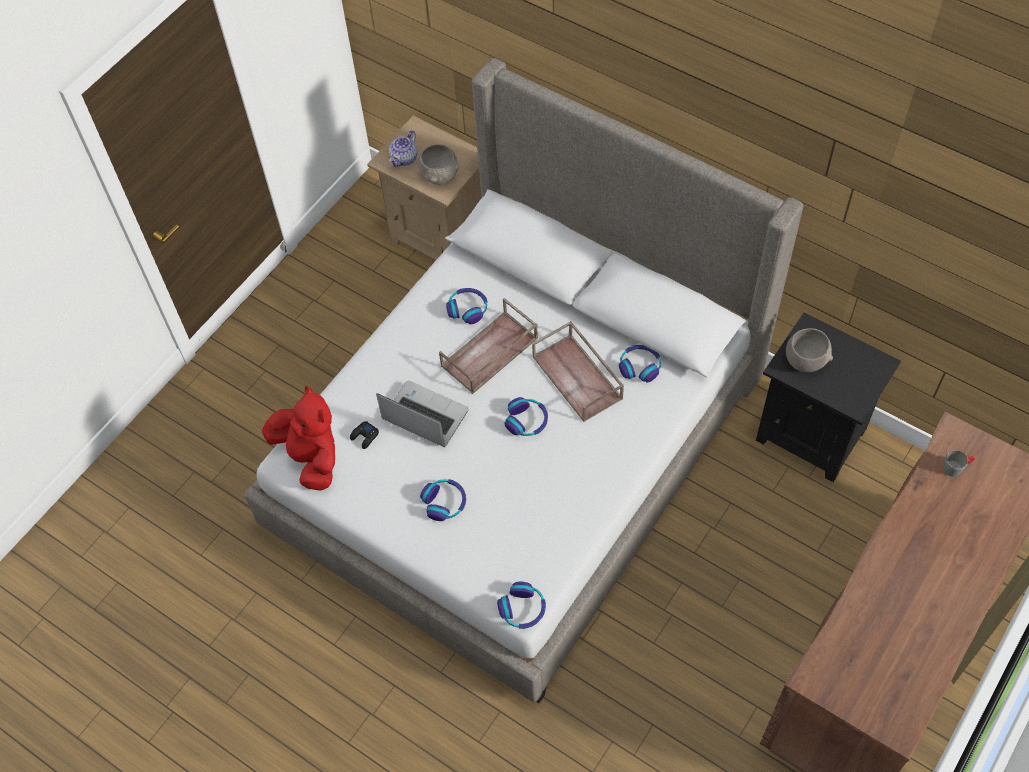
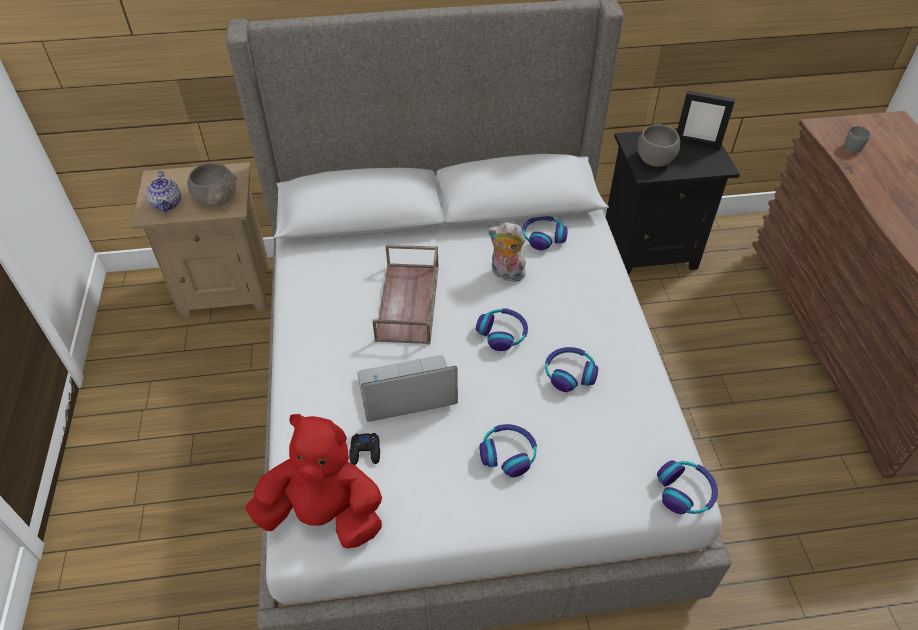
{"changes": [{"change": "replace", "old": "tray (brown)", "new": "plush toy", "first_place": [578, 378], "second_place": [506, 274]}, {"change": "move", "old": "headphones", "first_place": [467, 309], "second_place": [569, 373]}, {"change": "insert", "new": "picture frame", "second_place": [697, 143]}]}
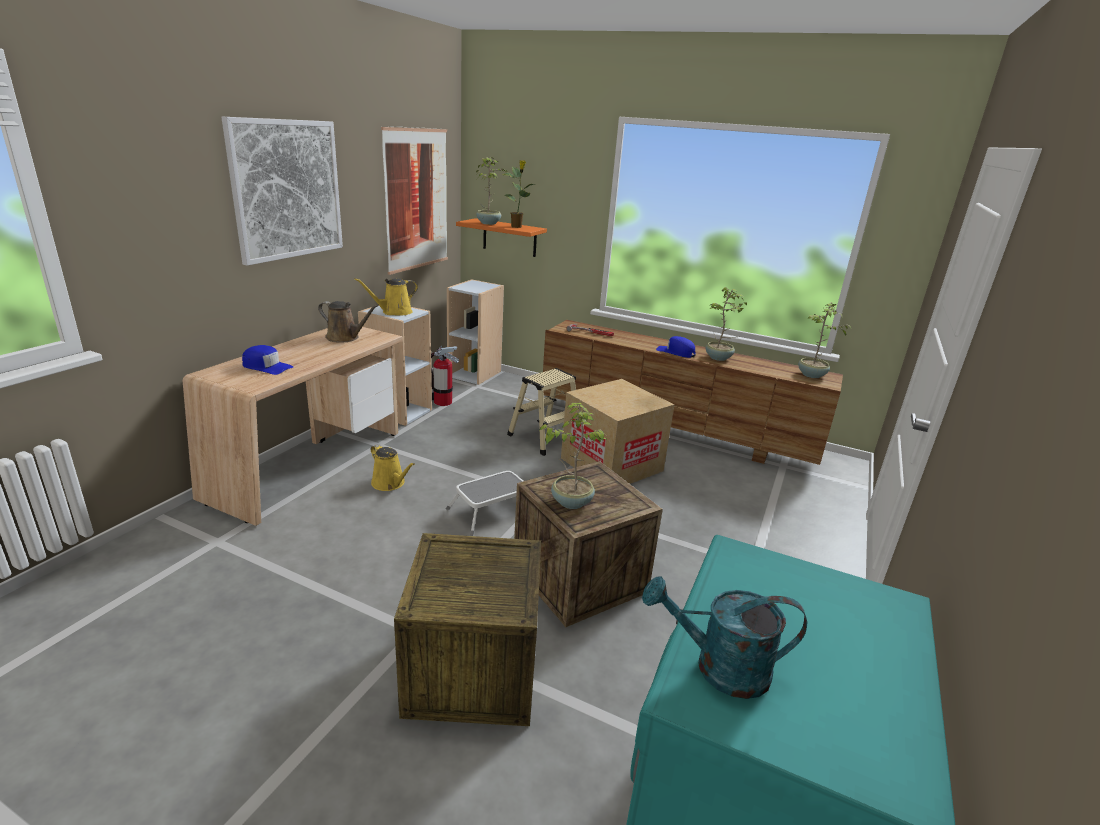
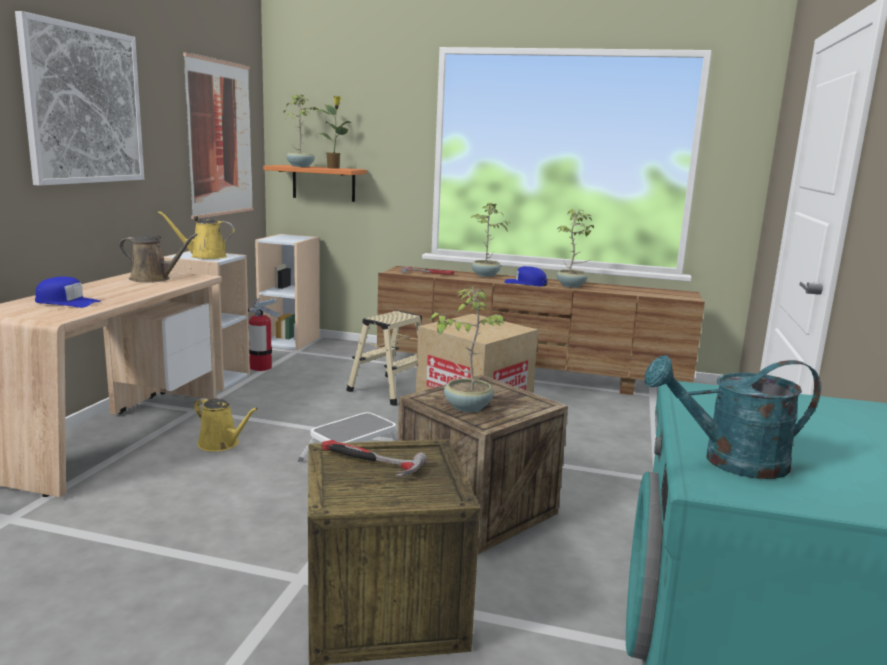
{"changes": [{"change": "rotate", "old": "watering can (yellow)", "first_place": [394, 312], "second_place": [204, 256], "degrees": 45}, {"change": "insert", "new": "hammer", "second_place": [368, 461]}, {"change": "move", "old": "potted plant", "first_place": [811, 375], "second_place": [485, 275]}]}
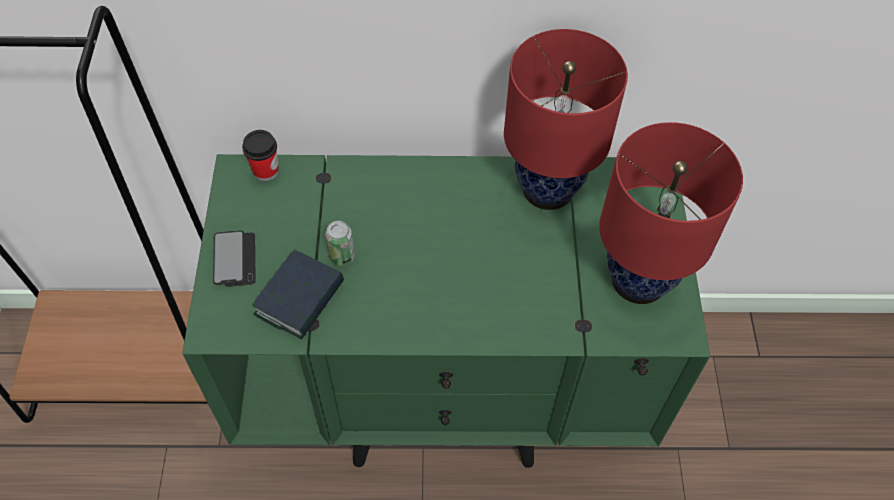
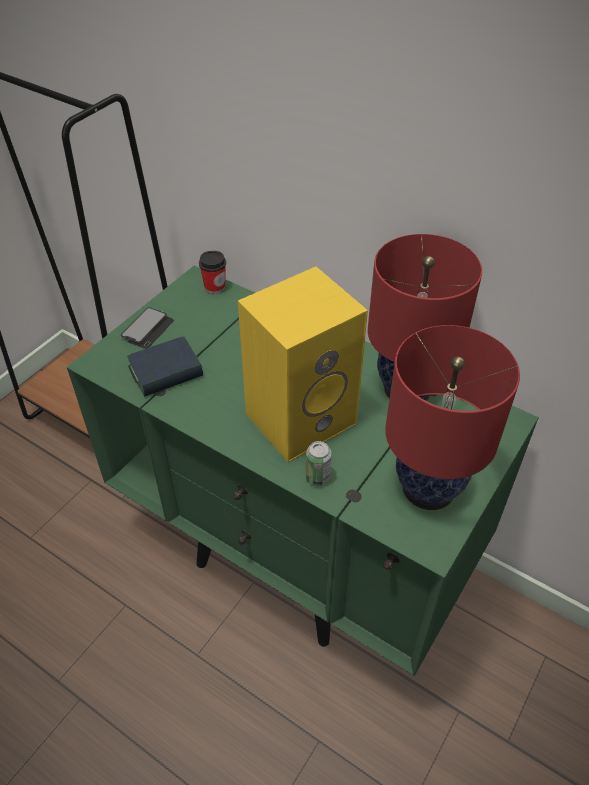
{"changes": [{"change": "insert", "new": "speaker (yellow)", "second_place": [301, 416]}, {"change": "move", "old": "can", "first_place": [342, 256], "second_place": [317, 478]}]}
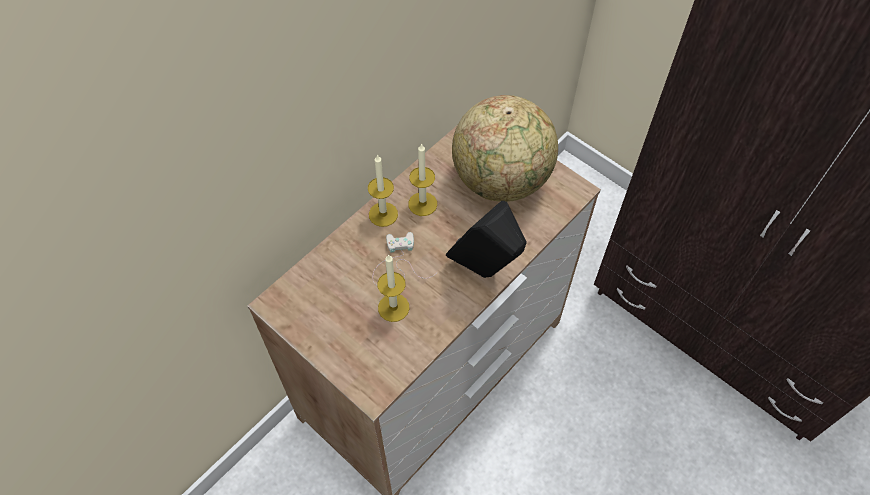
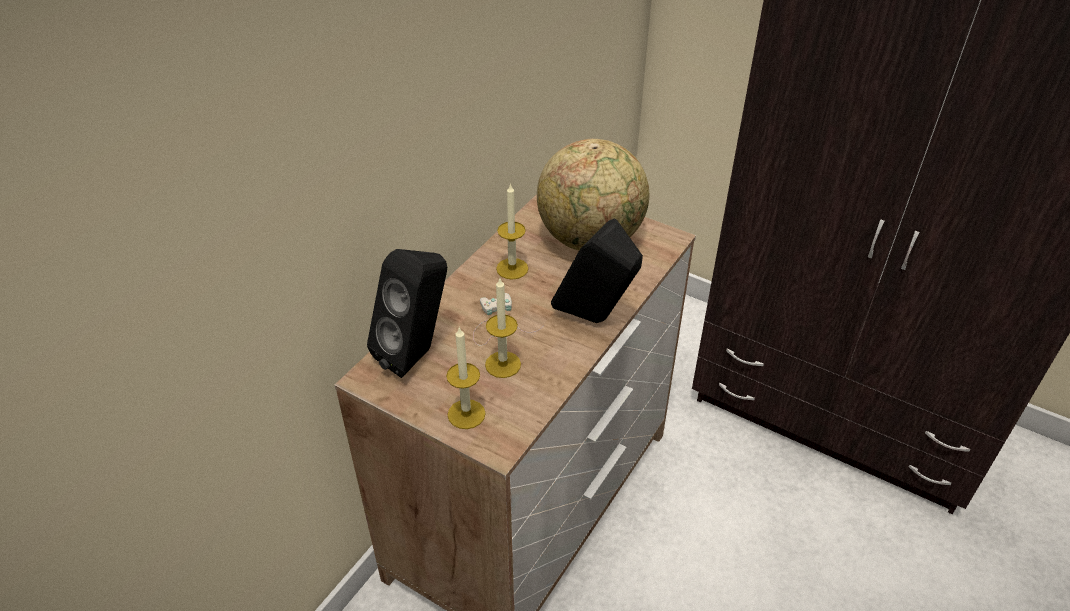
{"changes": [{"change": "insert", "new": "speaker (black)", "second_place": [417, 353]}, {"change": "move", "old": "candle", "first_place": [383, 214], "second_place": [466, 414]}]}
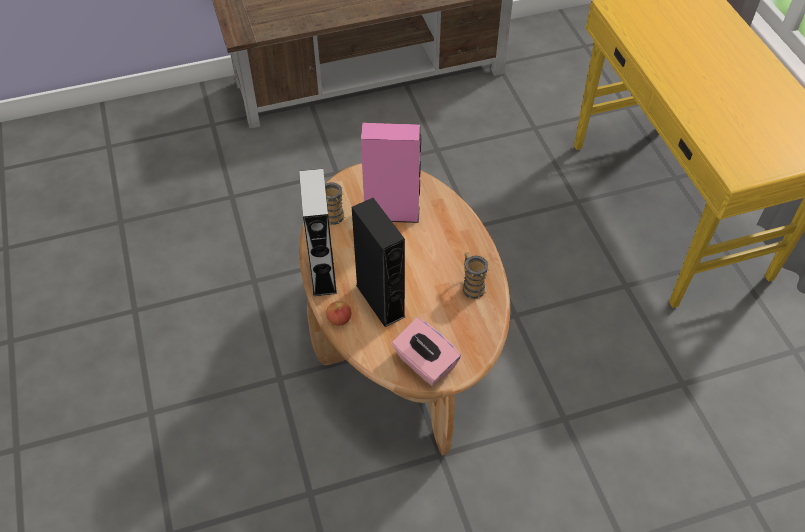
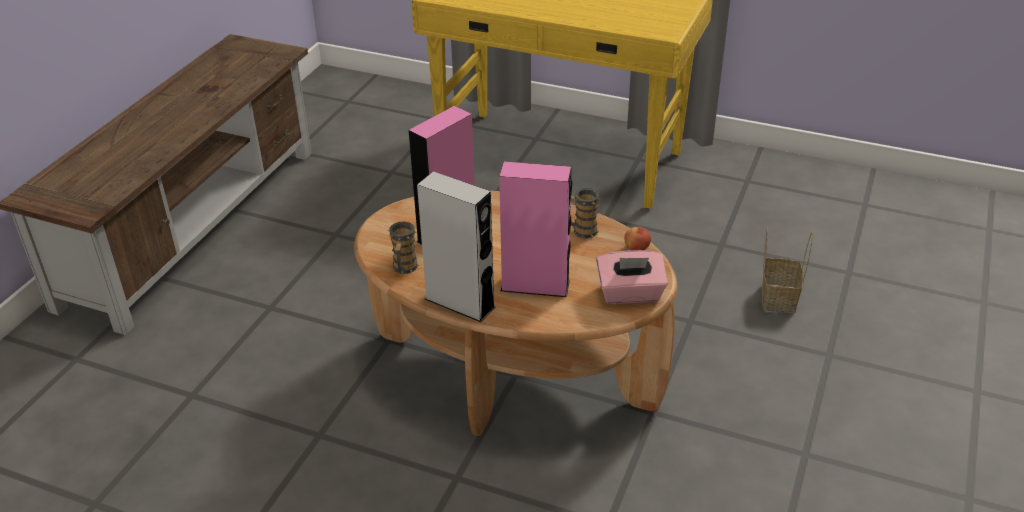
{"changes": [{"change": "recolor", "old": "speaker (black)", "new": "speaker (pink)", "first_place": [380, 301], "second_place": [535, 285]}, {"change": "move", "old": "apple", "first_place": [339, 319], "second_place": [637, 248]}, {"change": "insert", "new": "basket", "second_place": [777, 297]}]}
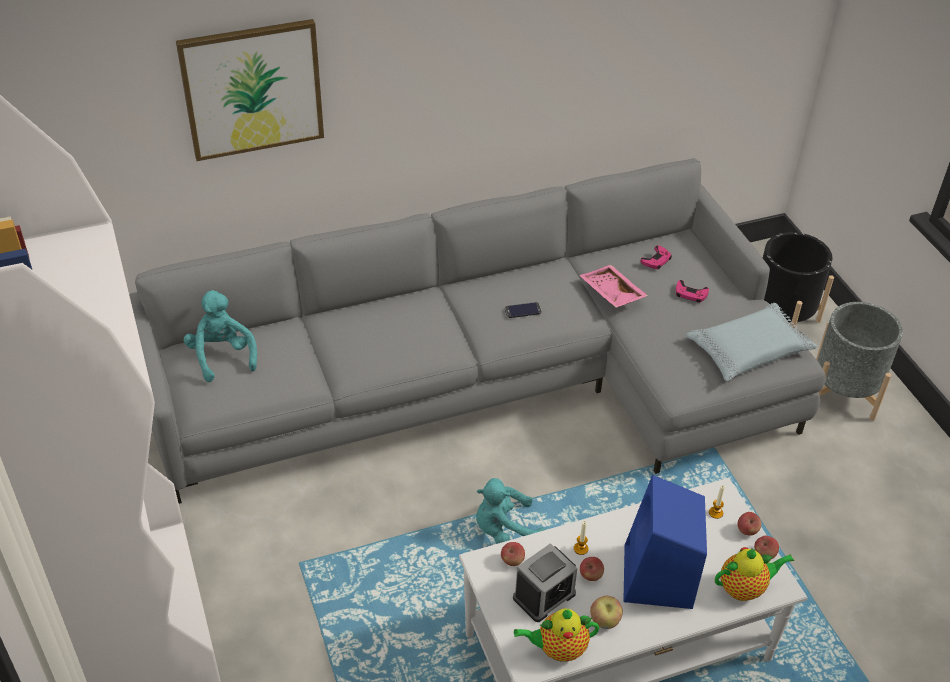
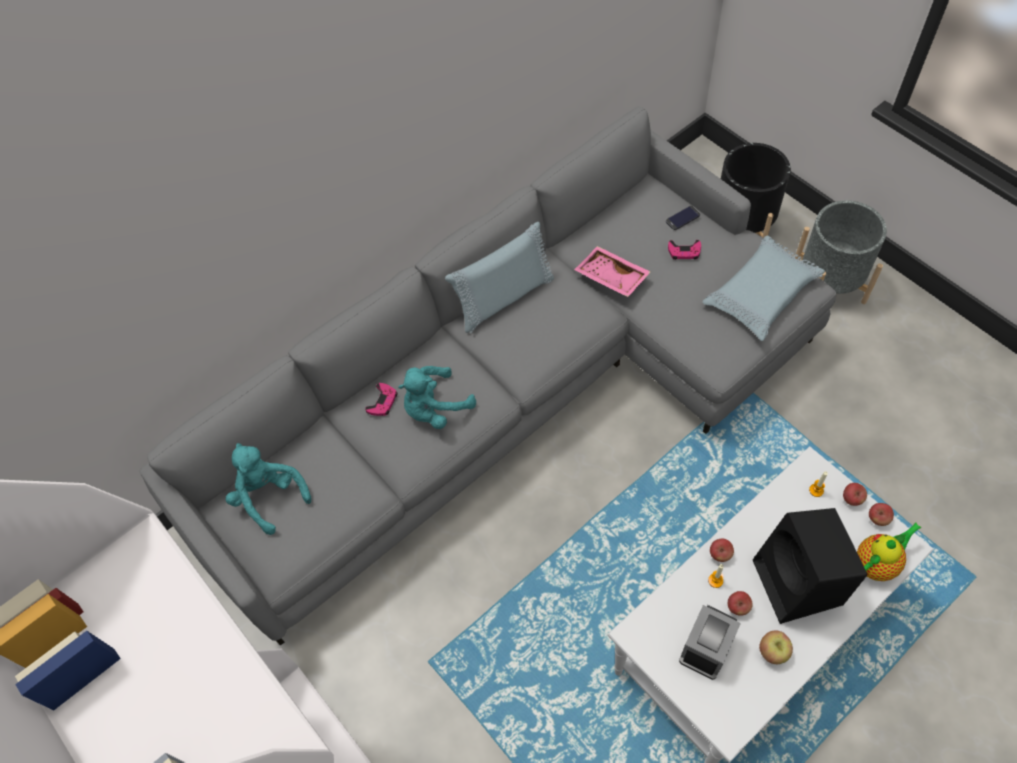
{"changes": [{"change": "move", "old": "game controller (pink)", "first_place": [656, 260], "second_place": [382, 402]}, {"change": "move", "old": "plush toy (turquoise)", "first_place": [504, 530], "second_place": [435, 408]}, {"change": "insert", "new": "pillow (blue)", "second_place": [504, 298]}, {"change": "move", "old": "phone", "first_place": [523, 310], "second_place": [682, 218]}, {"change": "move", "old": "apple", "first_place": [512, 561], "second_place": [720, 554]}, {"change": "recolor", "old": "speaker (blue)", "new": "speaker (black)", "first_place": [658, 578], "second_place": [799, 584]}, {"change": "delete", "old": "picture", "first_place": [252, 89]}, {"change": "delete", "old": "teapot", "first_place": [558, 649]}]}
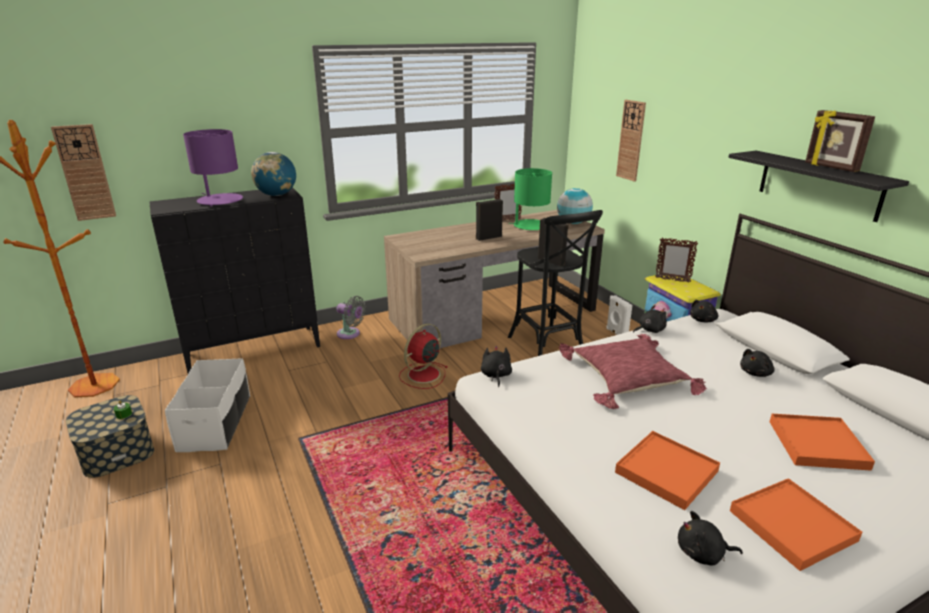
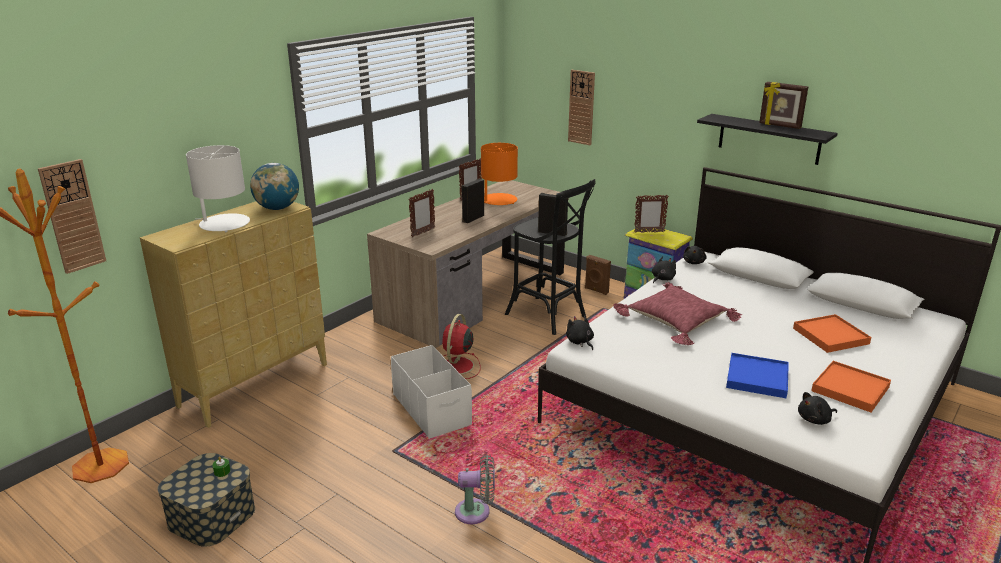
{"changes": [{"change": "recolor", "old": "dresser (black)", "new": "dresser (beige)", "first_place": [254, 350], "second_place": [257, 385]}, {"change": "recolor", "old": "table lamp (purple)", "new": "table lamp (white)", "first_place": [220, 200], "second_place": [224, 224]}, {"change": "move", "old": "storage box (white)", "first_place": [216, 422], "second_place": [432, 409]}, {"change": "insert", "new": "picture frame", "second_place": [423, 233]}, {"change": "move", "old": "fan (grey)", "first_place": [350, 334], "second_place": [476, 512]}, {"change": "recolor", "old": "table lamp (green)", "new": "table lamp (orange)", "first_place": [530, 226], "second_place": [499, 200]}, {"change": "recolor", "old": "speaker (white)", "new": "speaker (brown)", "first_place": [616, 333], "second_place": [596, 290]}, {"change": "recolor", "old": "tray (orange)", "new": "tray (blue)", "first_place": [666, 472], "second_place": [757, 378]}, {"change": "delete", "old": "globe", "first_place": [573, 223]}, {"change": "delete", "old": "plush toy (black)", "first_place": [756, 373]}]}
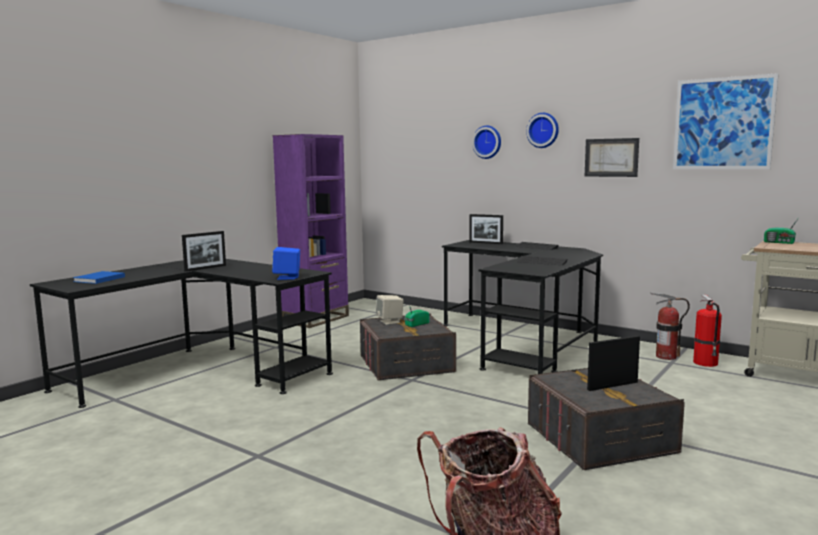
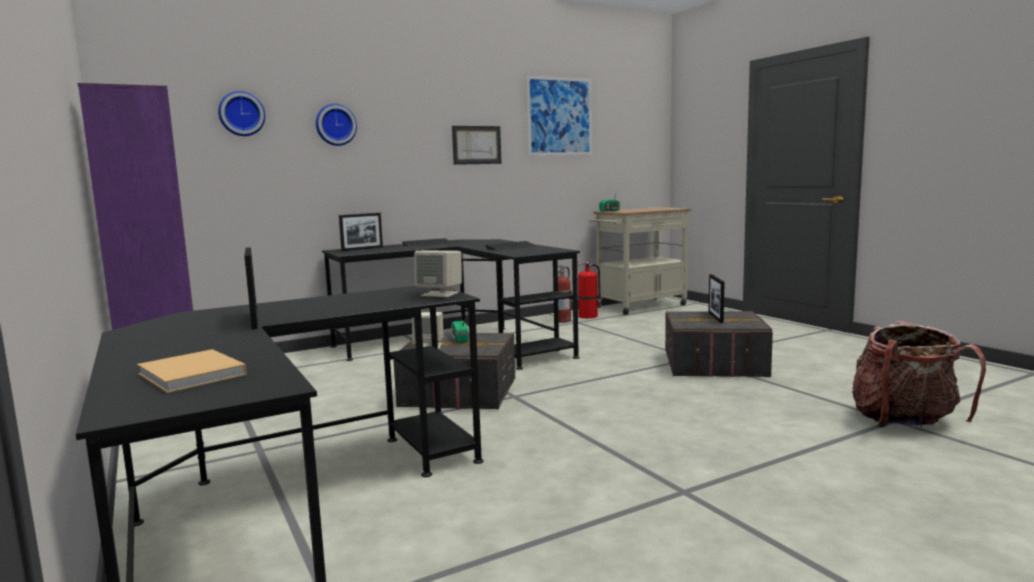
{"changes": [{"change": "recolor", "old": "book (blue)", "new": "book (beige)", "first_place": [98, 279], "second_place": [193, 375]}, {"change": "move", "old": "wall clock", "first_place": [543, 130], "second_place": [241, 114]}, {"change": "recolor", "old": "speaker (blue)", "new": "speaker (beige)", "first_place": [287, 277], "second_place": [440, 294]}]}
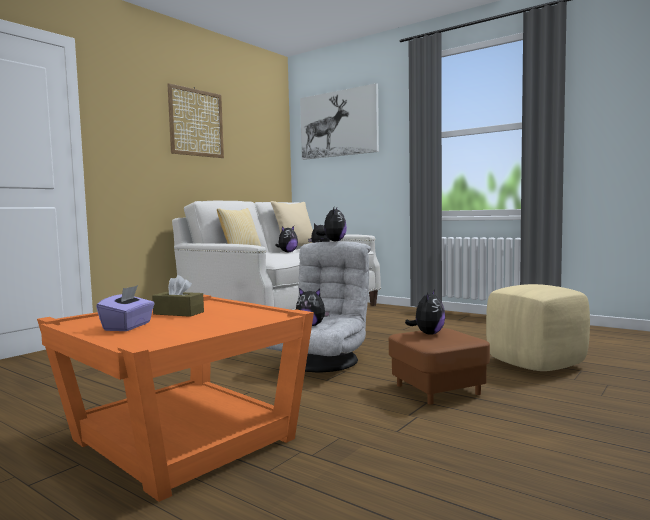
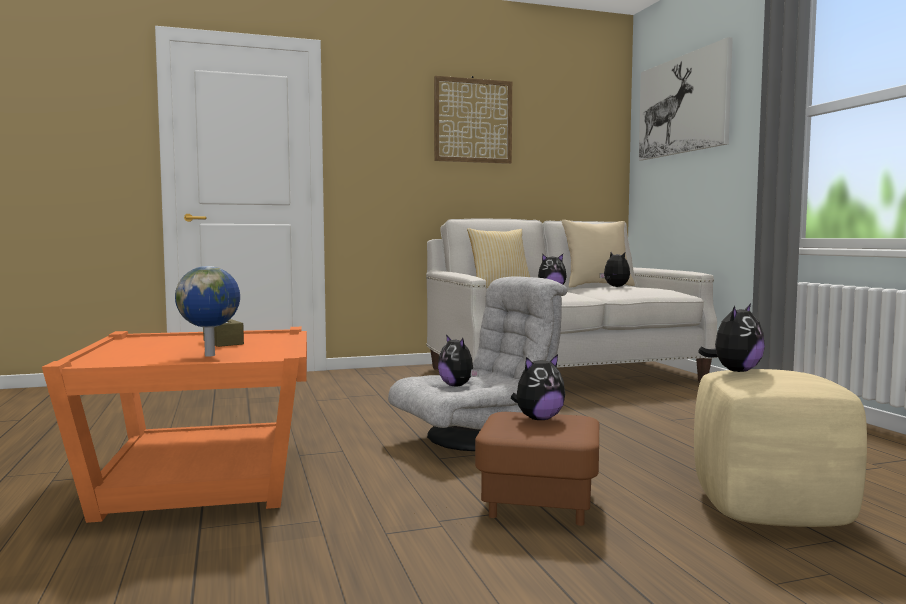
{"changes": [{"change": "insert", "new": "globe", "second_place": [211, 355]}, {"change": "move", "old": "plush toy", "first_place": [333, 241], "second_place": [734, 371]}, {"change": "delete", "old": "tissue box (purple)", "first_place": [128, 327]}]}
